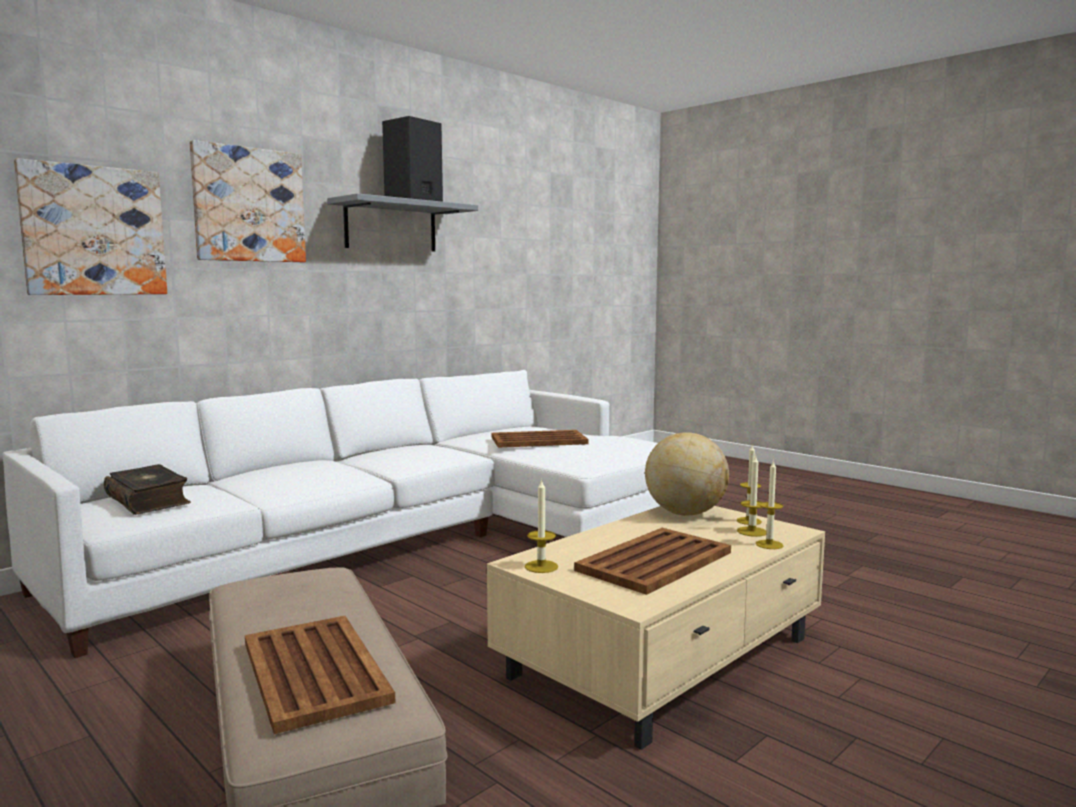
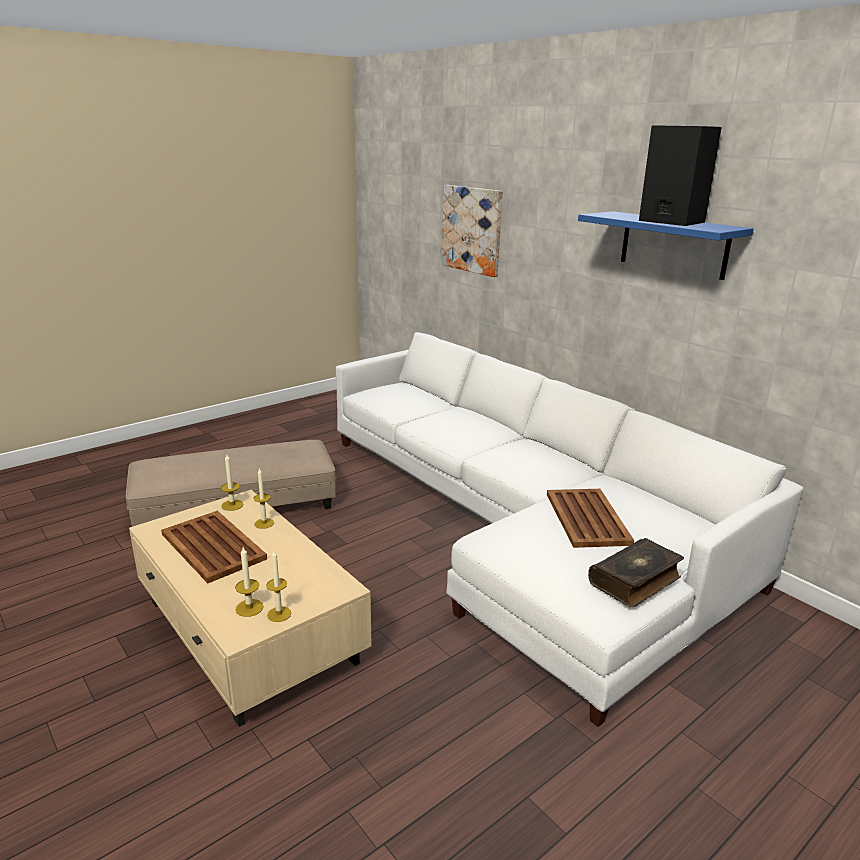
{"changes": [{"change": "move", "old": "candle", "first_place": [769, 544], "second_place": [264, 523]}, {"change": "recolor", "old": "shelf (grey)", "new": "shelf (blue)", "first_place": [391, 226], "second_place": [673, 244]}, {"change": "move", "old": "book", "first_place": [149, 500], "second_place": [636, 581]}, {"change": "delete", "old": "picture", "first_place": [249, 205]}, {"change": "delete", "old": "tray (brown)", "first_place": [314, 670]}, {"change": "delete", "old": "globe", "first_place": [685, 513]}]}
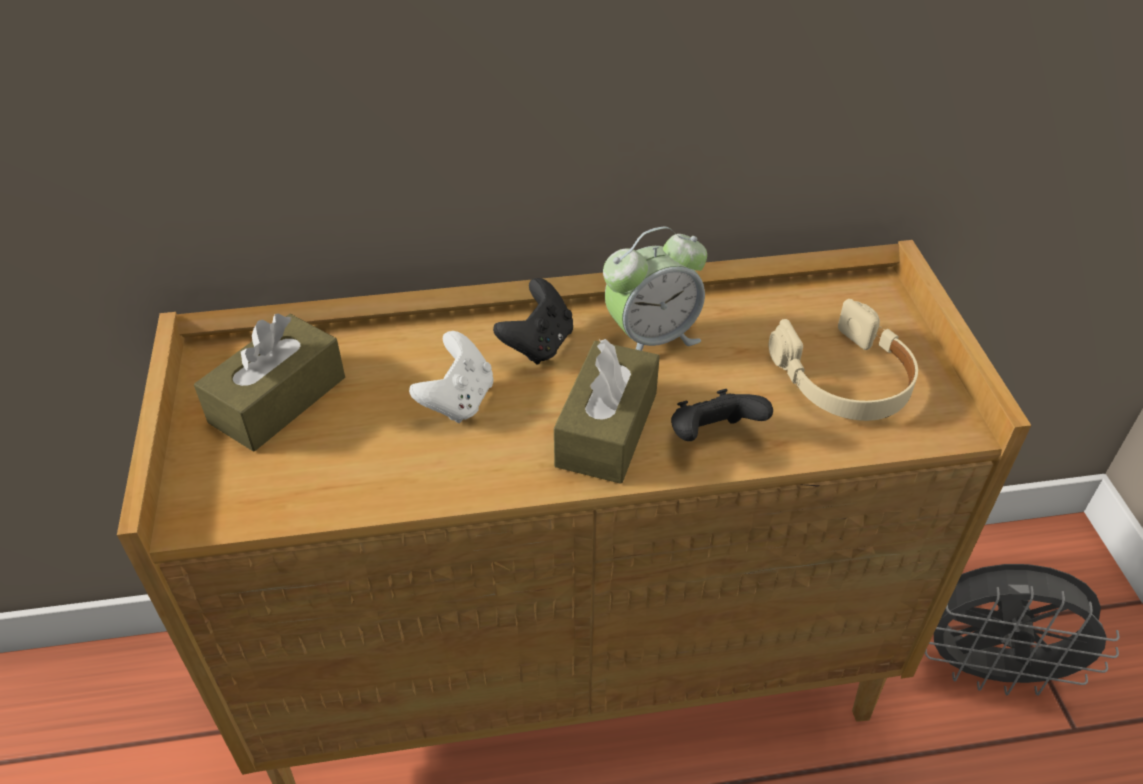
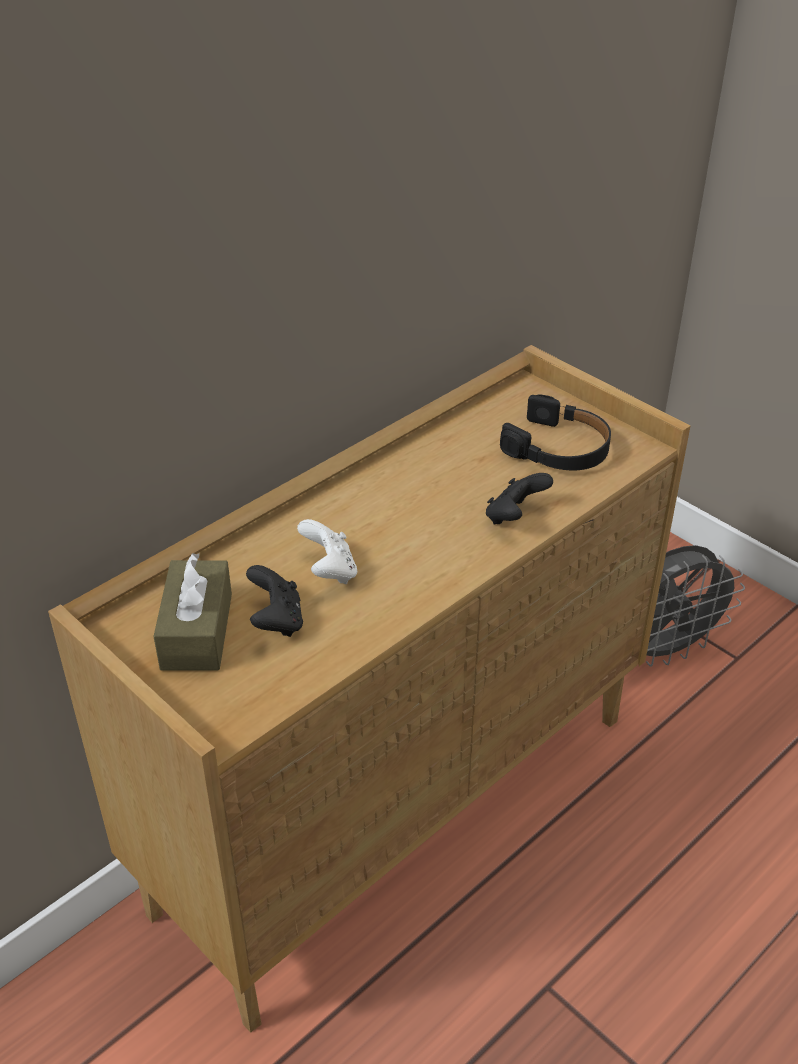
{"changes": [{"change": "move", "old": "game controller (black)", "first_place": [538, 344], "second_place": [276, 621]}, {"change": "recolor", "old": "headphones (beige)", "new": "headphones (black)", "first_place": [844, 378], "second_place": [558, 448]}, {"change": "delete", "old": "tissue box (brown)", "first_place": [607, 429]}, {"change": "delete", "old": "alarm clock", "first_place": [651, 338]}]}
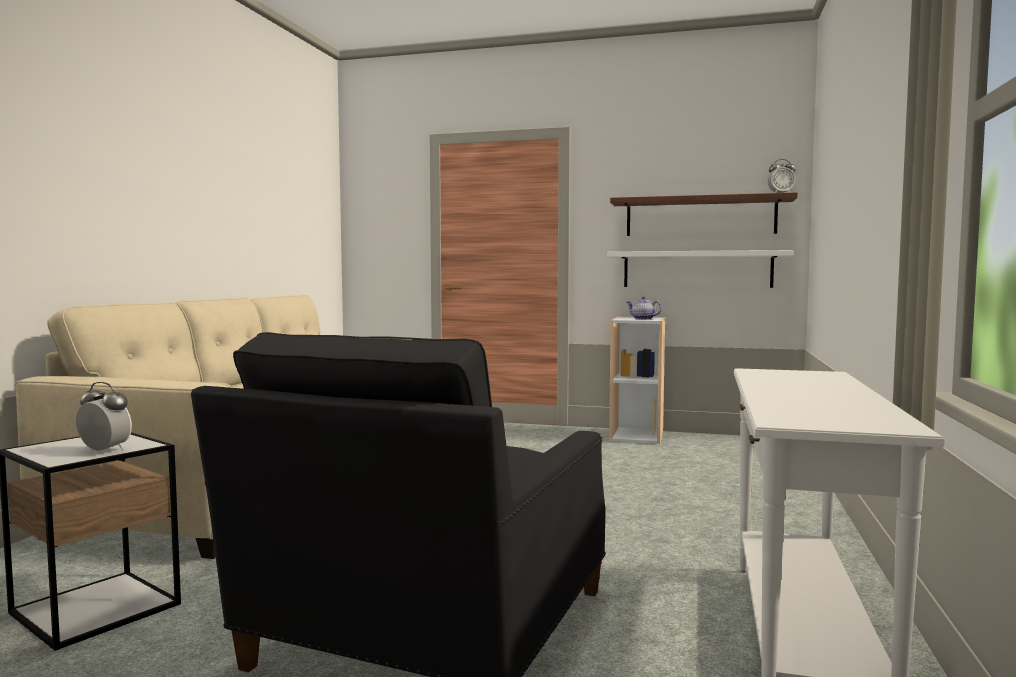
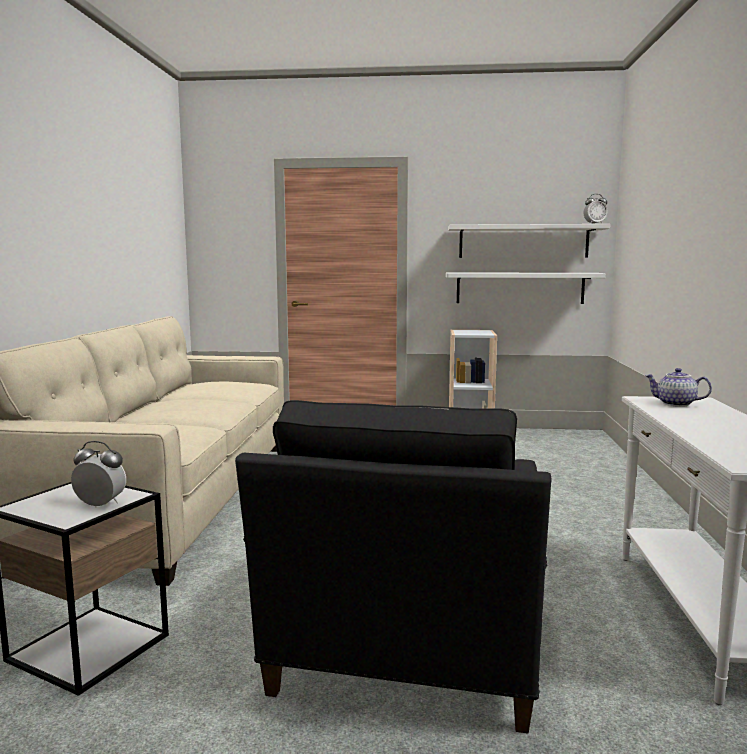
{"changes": [{"change": "recolor", "old": "shelf (brown)", "new": "shelf (white)", "first_place": [700, 217], "second_place": [523, 241]}, {"change": "move", "old": "teapot", "first_place": [642, 319], "second_place": [675, 404]}]}
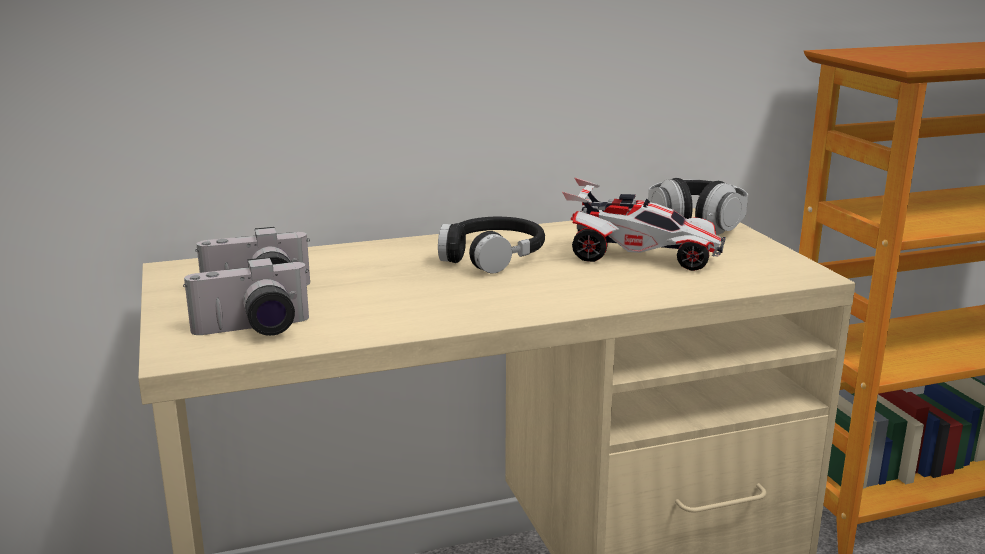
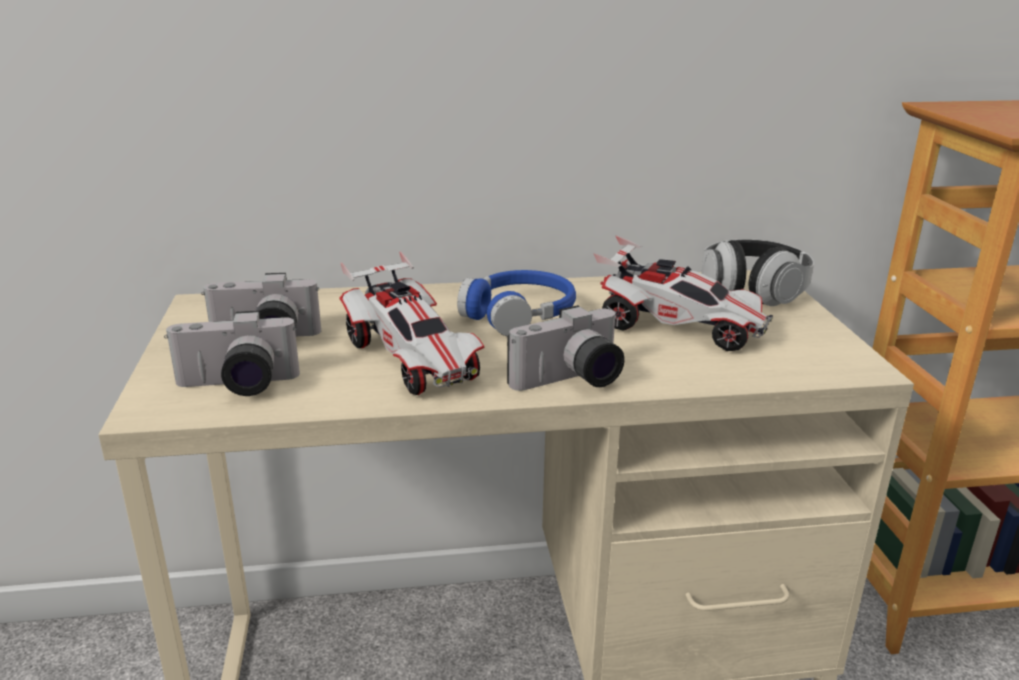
{"changes": [{"change": "insert", "new": "toy car", "second_place": [413, 360]}, {"change": "recolor", "old": "headphones (black)", "new": "headphones (blue)", "first_place": [492, 256], "second_place": [519, 315]}, {"change": "insert", "new": "photo camera", "second_place": [571, 381]}]}
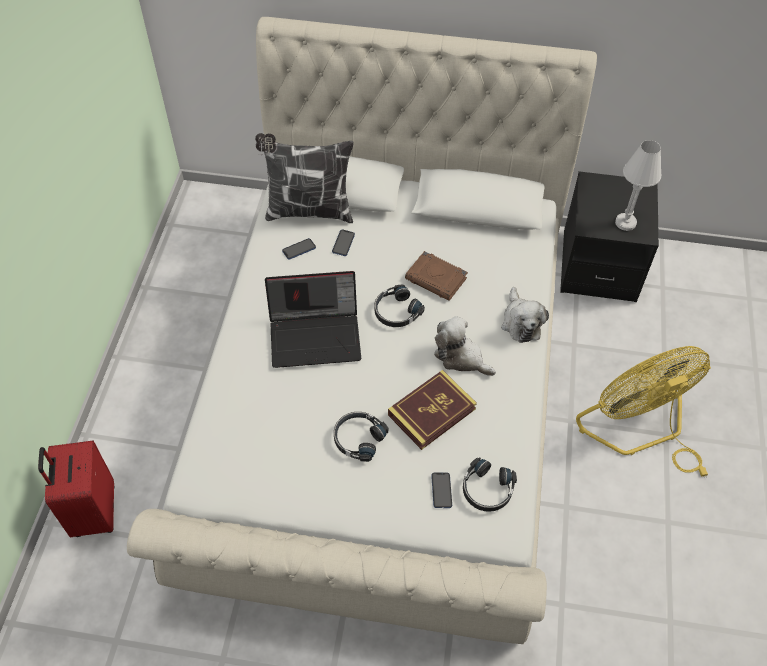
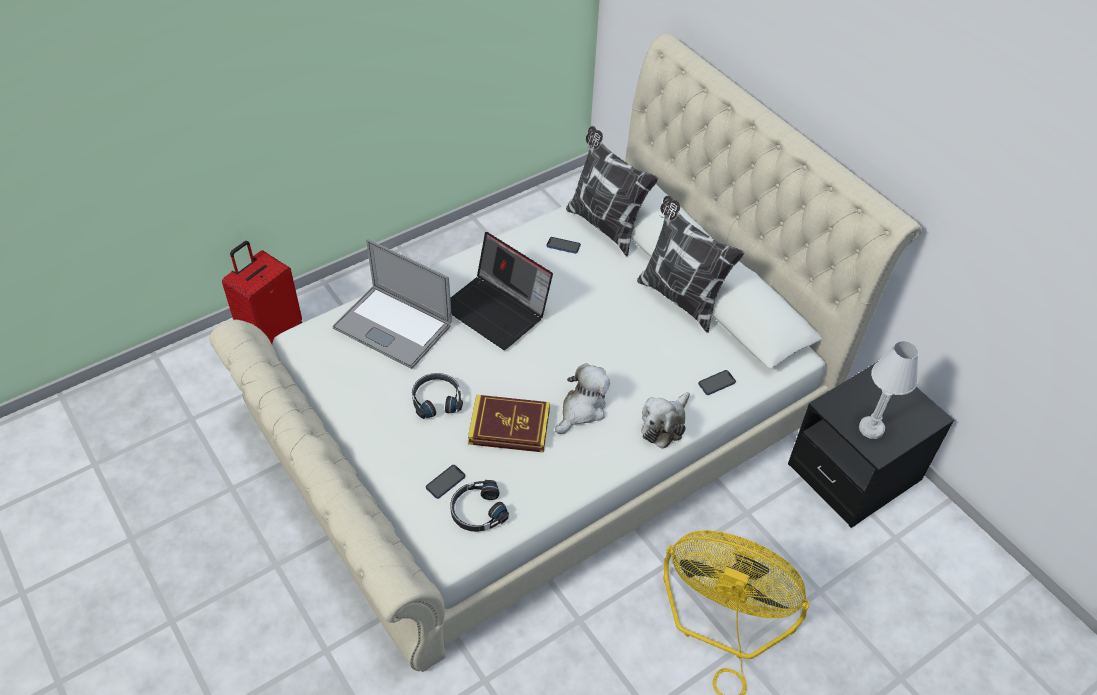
{"changes": [{"change": "insert", "new": "laptop", "second_place": [392, 326]}, {"change": "rotate", "old": "plush toy", "first_place": [461, 357], "second_place": [582, 409], "degrees": 45}, {"change": "insert", "new": "pillow", "second_place": [680, 297]}, {"change": "move", "old": "phone", "first_place": [343, 243], "second_place": [716, 383]}, {"change": "delete", "old": "headphones (black)", "first_place": [396, 312]}, {"change": "delete", "old": "book (brown)", "first_place": [436, 279]}]}
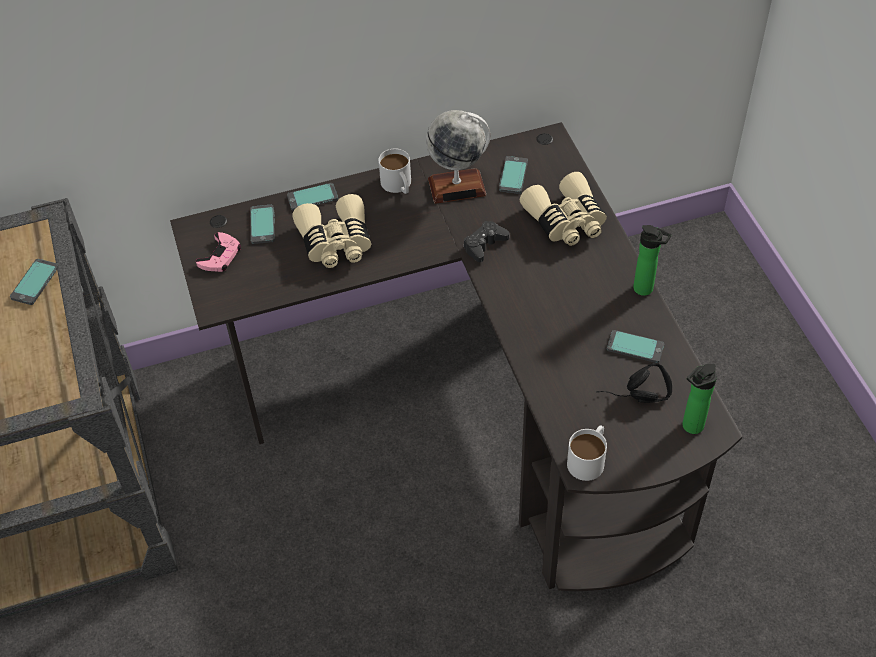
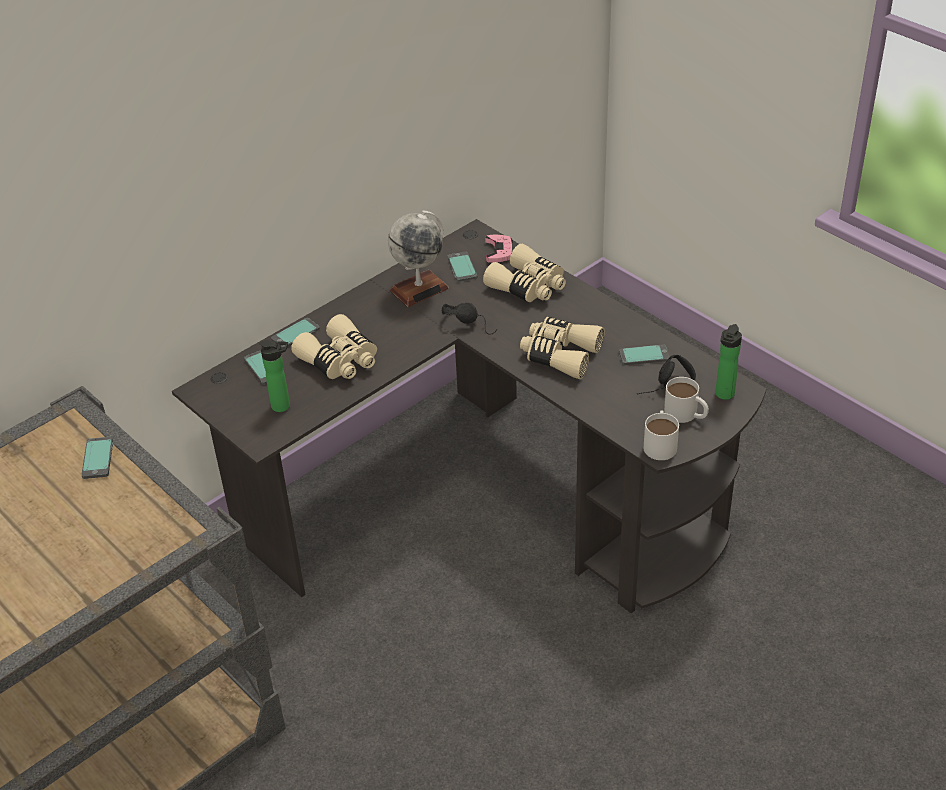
{"changes": [{"change": "move", "old": "bottle", "first_place": [646, 289], "second_place": [283, 406]}, {"change": "replace", "old": "game controller (black)", "new": "headphones (black)", "first_place": [484, 245], "second_place": [471, 323]}, {"change": "move", "old": "game controller (pink)", "first_place": [220, 256], "second_place": [499, 251]}, {"change": "insert", "new": "binoculars (beige)", "second_place": [560, 354]}, {"change": "move", "old": "mug (white)", "first_place": [398, 186], "second_place": [686, 414]}]}
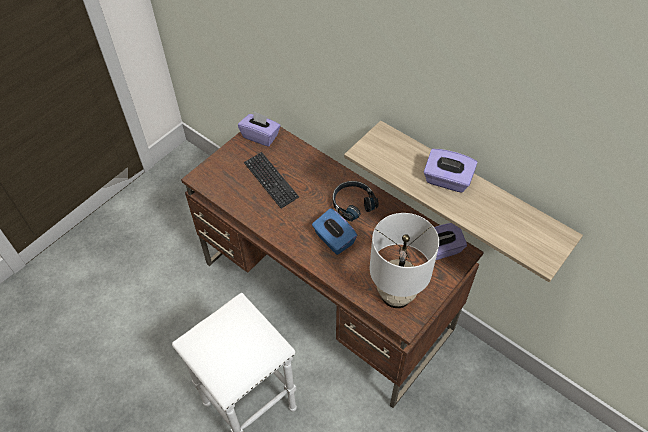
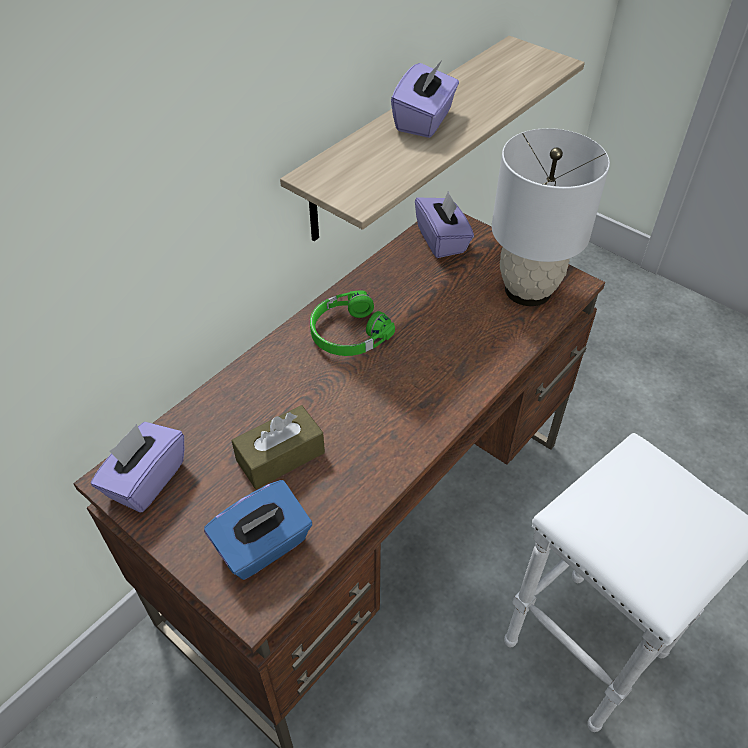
{"changes": [{"change": "move", "old": "tissue box (blue)", "first_place": [334, 240], "second_place": [263, 546]}, {"change": "replace", "old": "keyboard", "new": "tissue box (brown)", "first_place": [271, 180], "second_place": [280, 456]}, {"change": "recolor", "old": "headphones (black)", "new": "headphones (green)", "first_place": [352, 203], "second_place": [348, 333]}]}
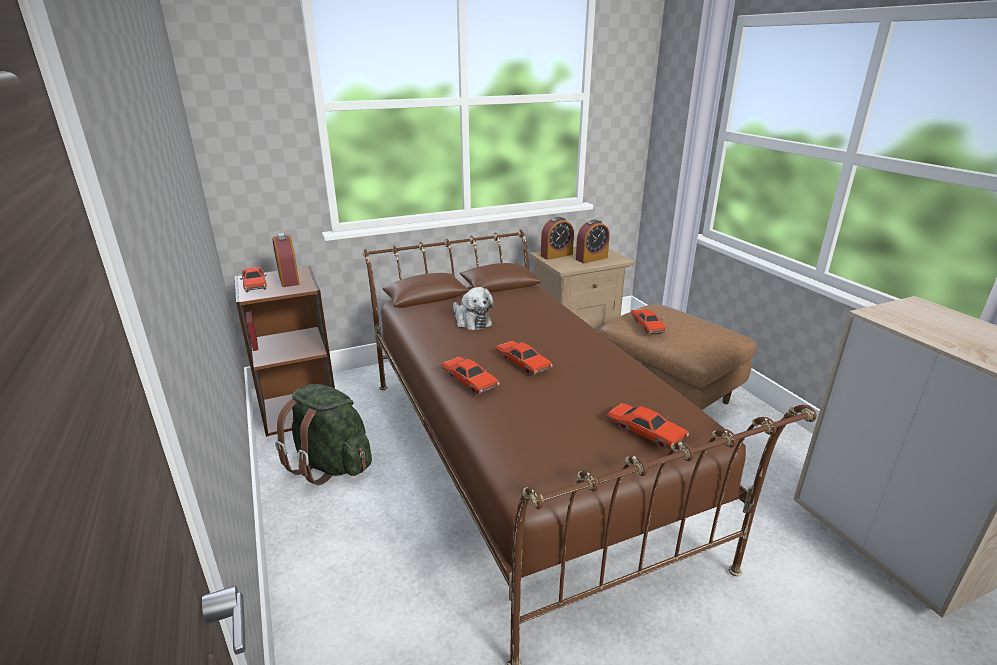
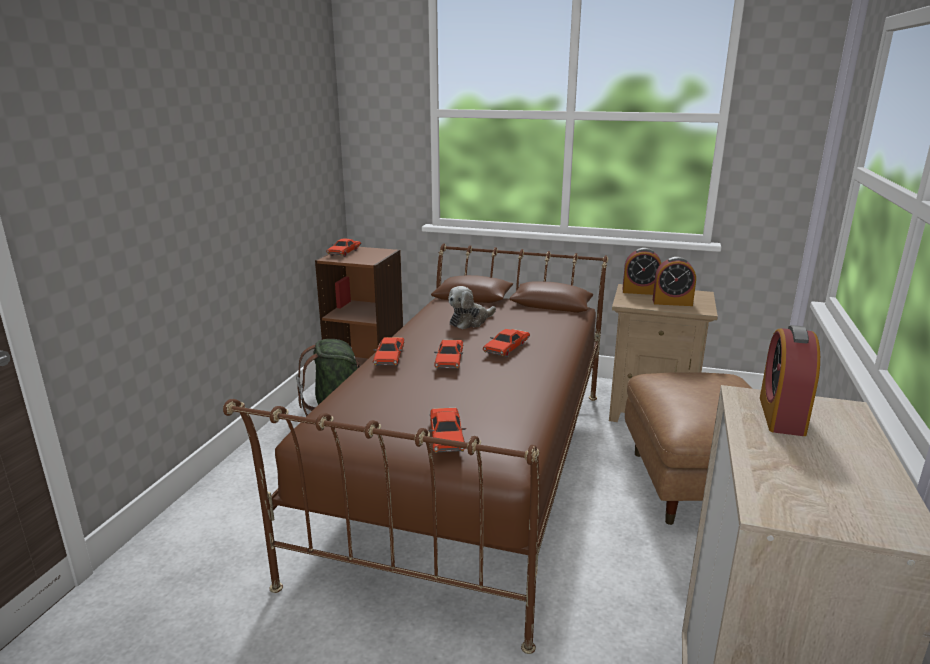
{"changes": [{"change": "rotate", "old": "plush toy", "first_place": [471, 321], "second_place": [470, 321], "degrees": 45}, {"change": "move", "old": "toy car (red)", "first_place": [647, 326], "second_place": [507, 348]}, {"change": "move", "old": "alarm clock", "first_place": [289, 279], "second_place": [781, 415]}]}
